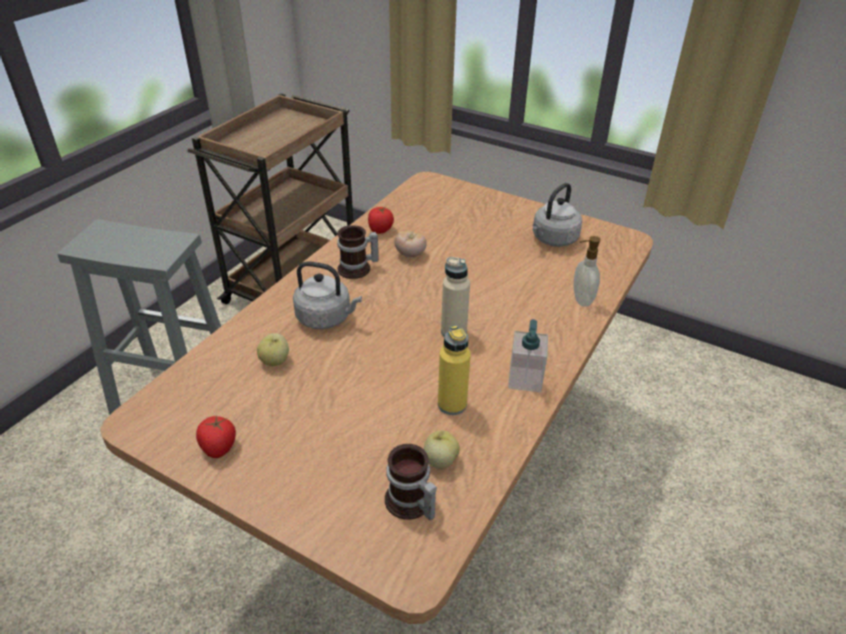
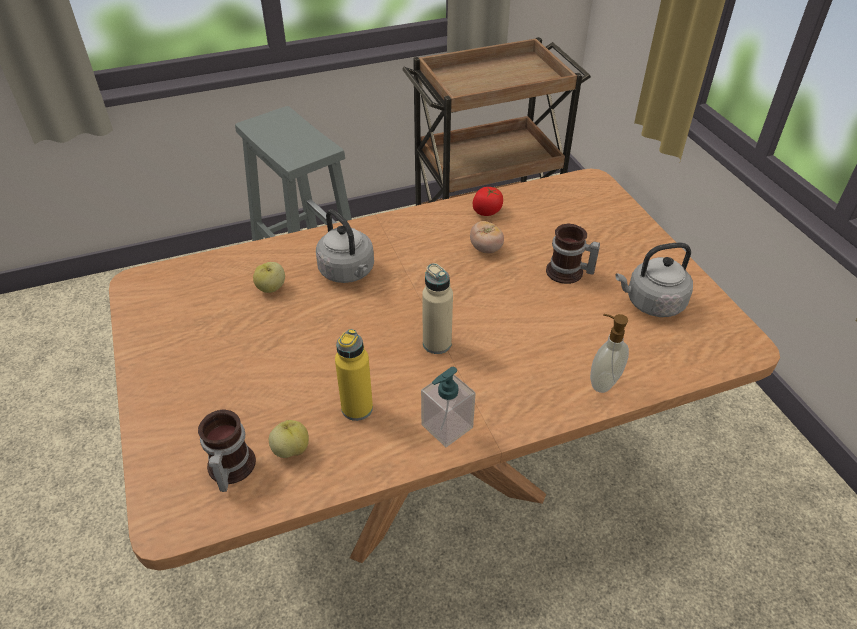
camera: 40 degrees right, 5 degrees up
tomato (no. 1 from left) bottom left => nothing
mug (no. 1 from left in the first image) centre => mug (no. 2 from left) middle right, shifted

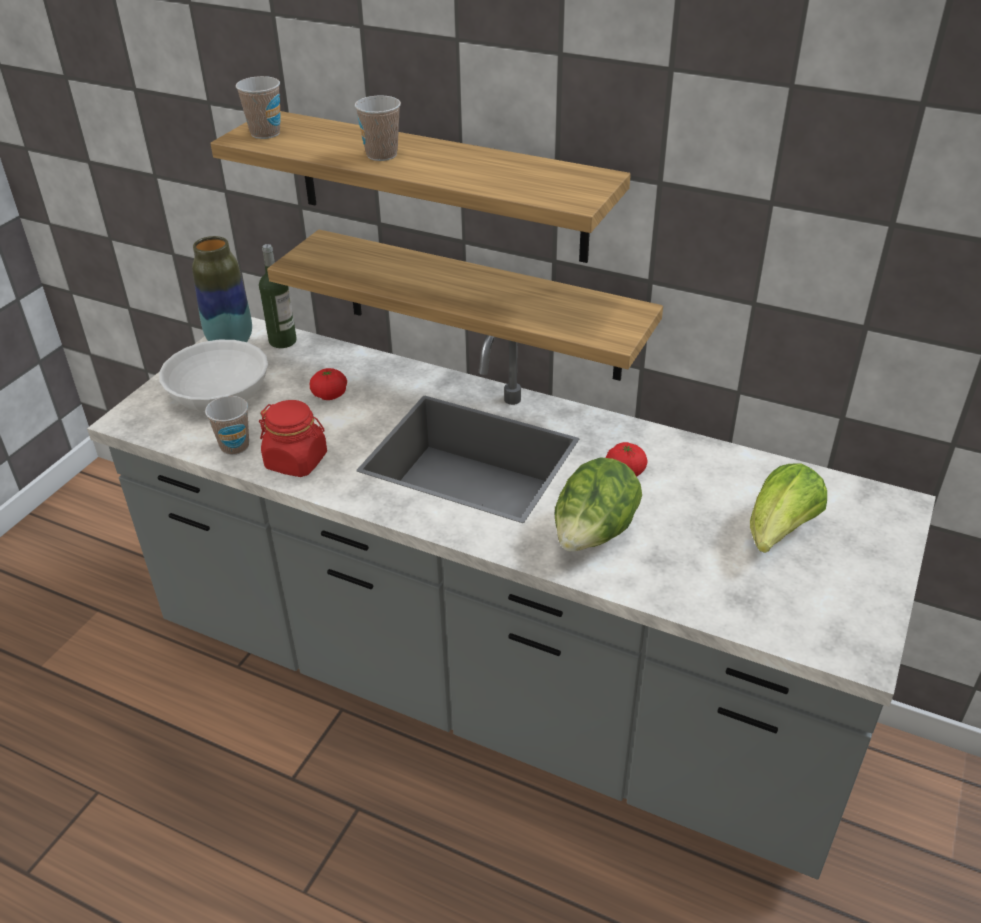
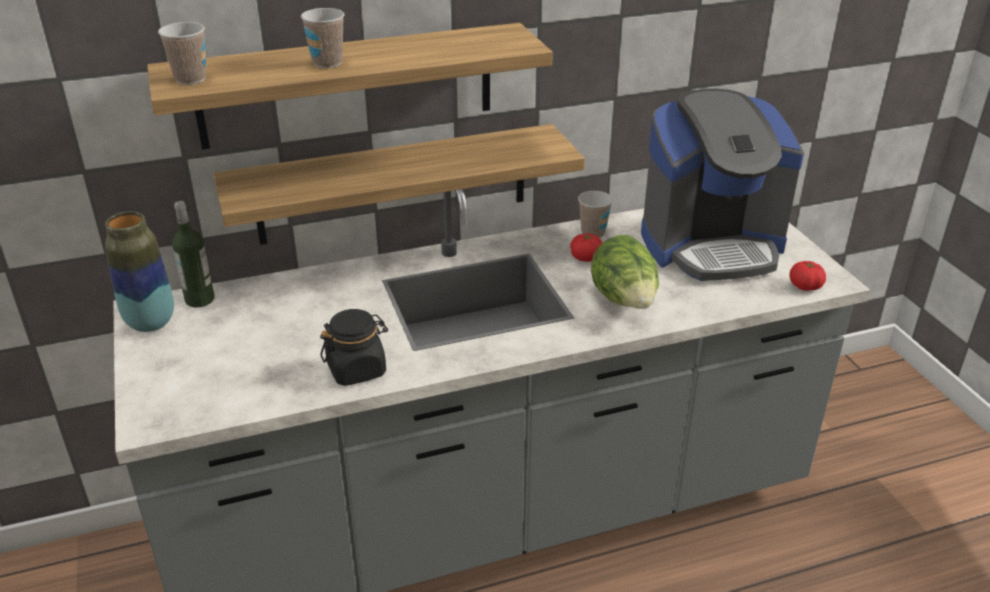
camera: 45 degrees left, 5 degrees down
white bowl middle left => nothing
cup (no. 1 from left in the first image) middle left => cup (no. 3 from left) centre, shifted
red jar middle left => black jar centre
tomato (no. 1 from left in the first image) centre => tomato (no. 2 from left) middle right, shifted
lettuce (no. 2 from left) middle right => coffee machine top right

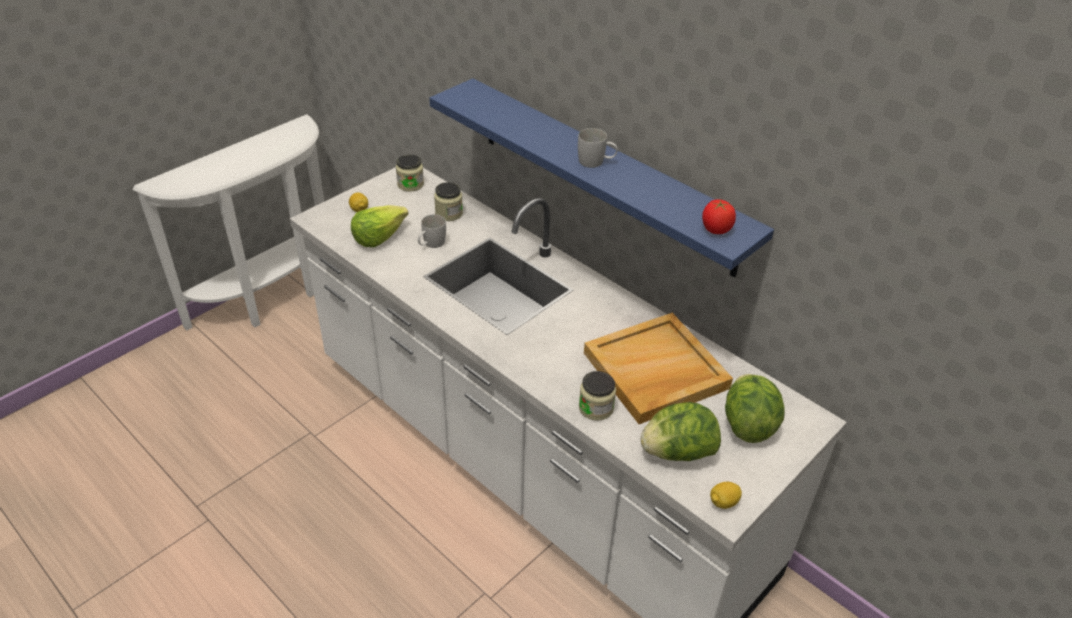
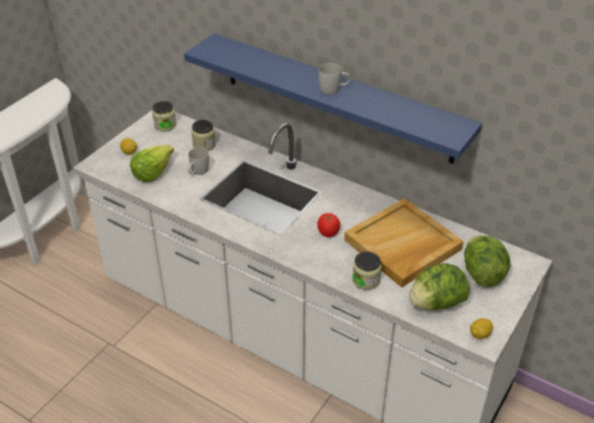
camera: 10 degrees left, 0 degrees up
tomato middle right => tomato centre, shifted

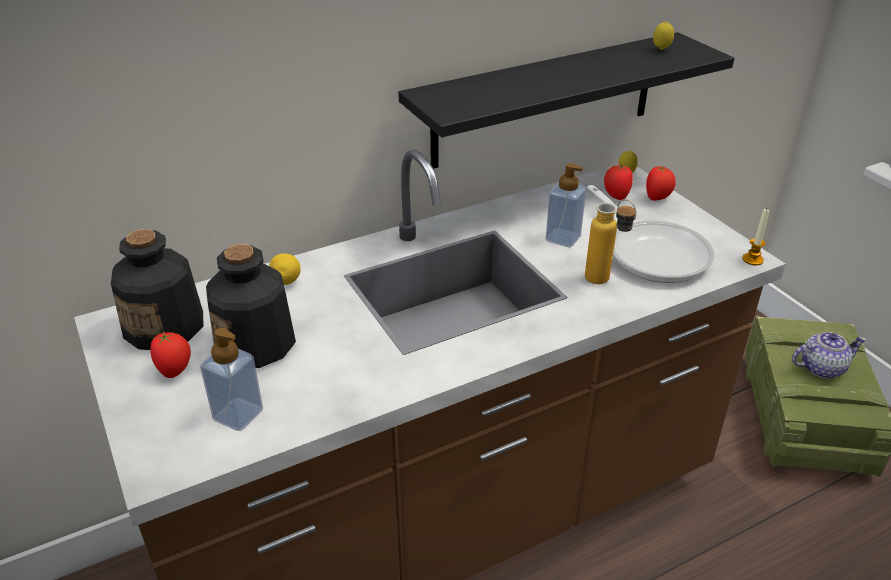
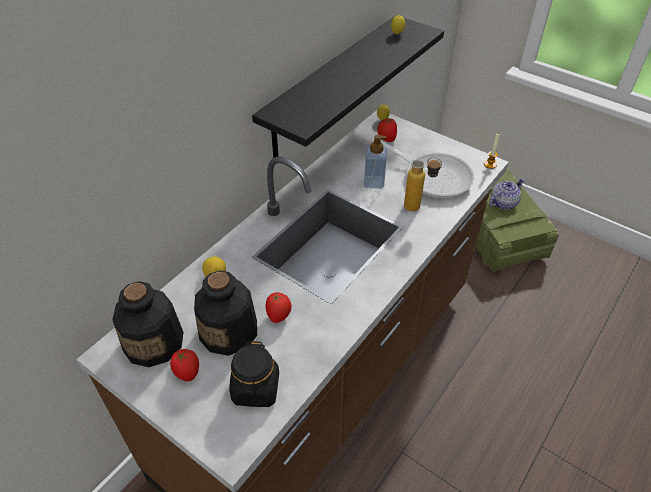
camera: 25 degrees left, 10 degrees up
soap dispenser (no. 1 from left) middle left => black jar bottom centre
tomato (no. 3 from left in the first image) top right => tomato (no. 2 from left) centre, shifted

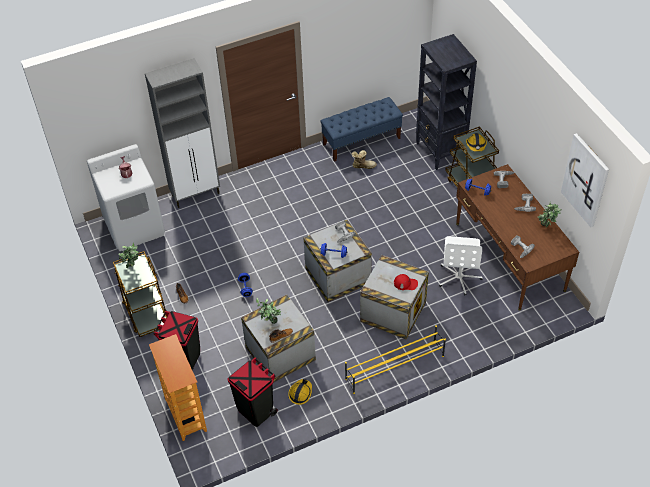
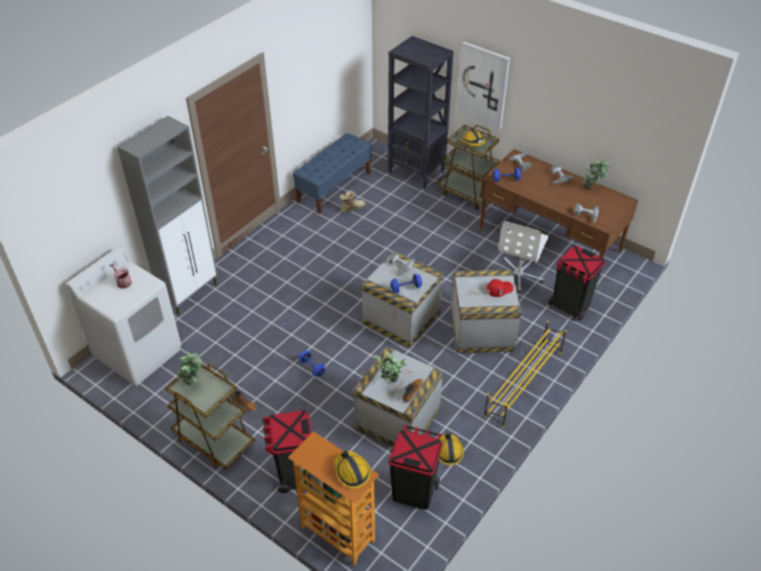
camera: 30 degrees left, 5 degrees down
white office chair middle right, 45 degrees clockwise
picture middle right => picture top centre, shifted
nothing => hard hat (no. 1 from left) bottom centre
nothing => black trash can (no. 3 from left) middle right

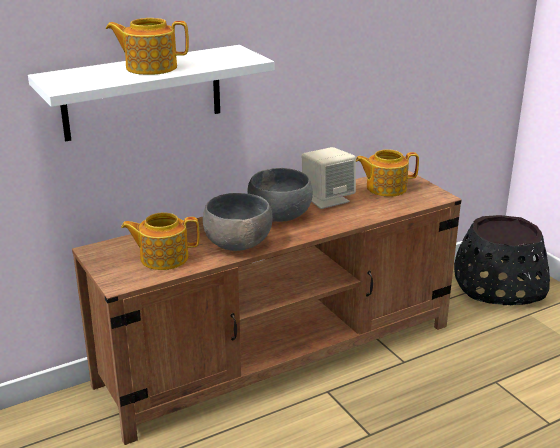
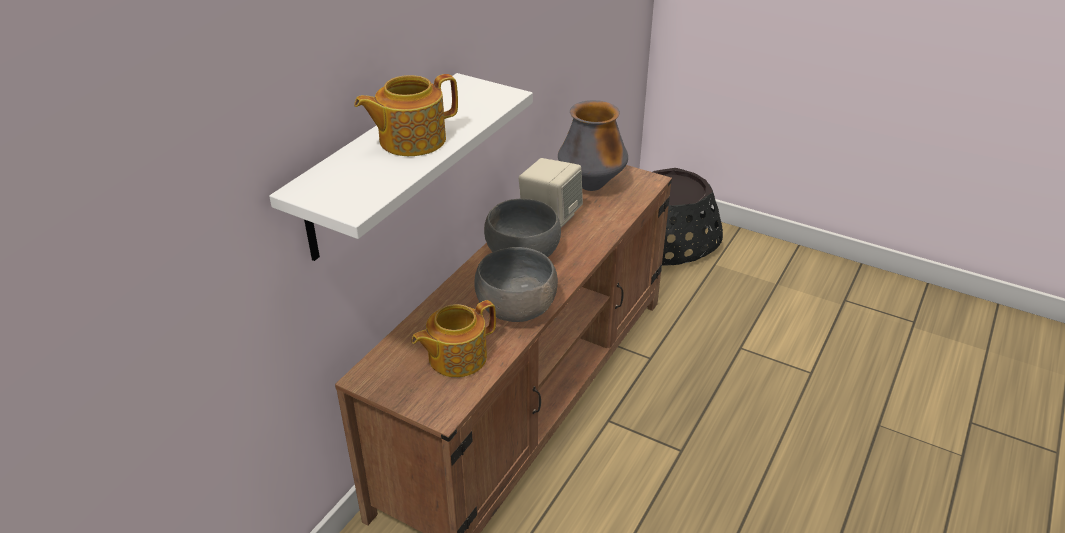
camera: 30 degrees left, 10 degrees up
teapot (no. 3 from left) middle right => vase top centre

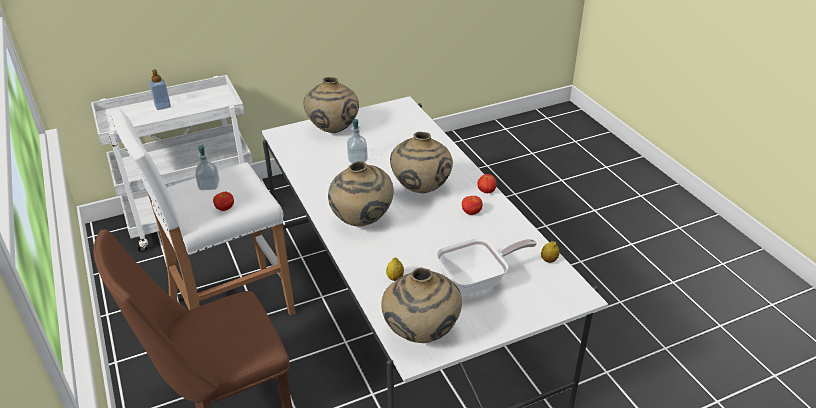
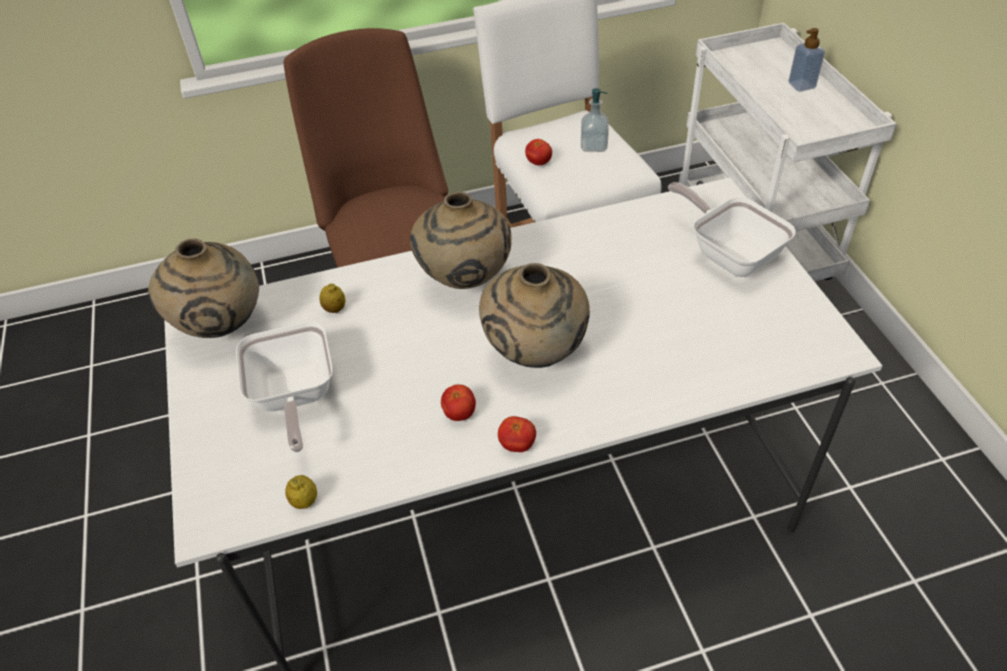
camera: 100 degrees right, 10 degrees up
beige vase (no. 1 from left) top centre => frying pan (no. 2 from left) middle right
soap dispenser (no. 3 from left) centre => nothing

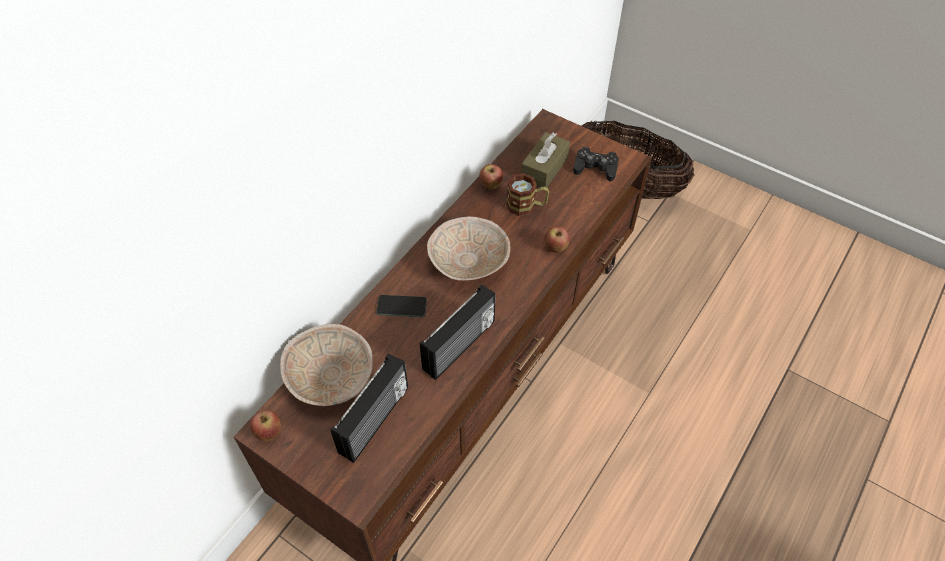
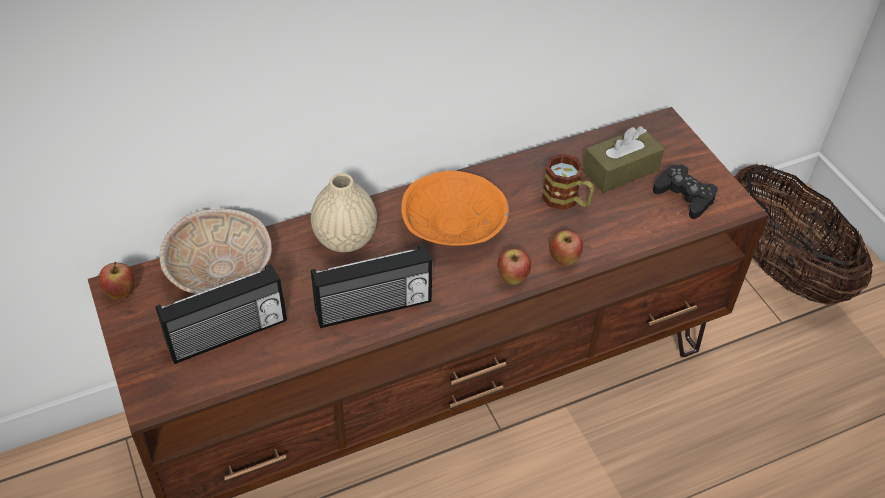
camera: 30 degrees right, 5 degrees down
phone centre => beige vase centre
beige bowl (no. 2 from left) centre => orange bowl centre
apple (no. 2 from left) top centre => apple (no. 2 from left) centre, shifted

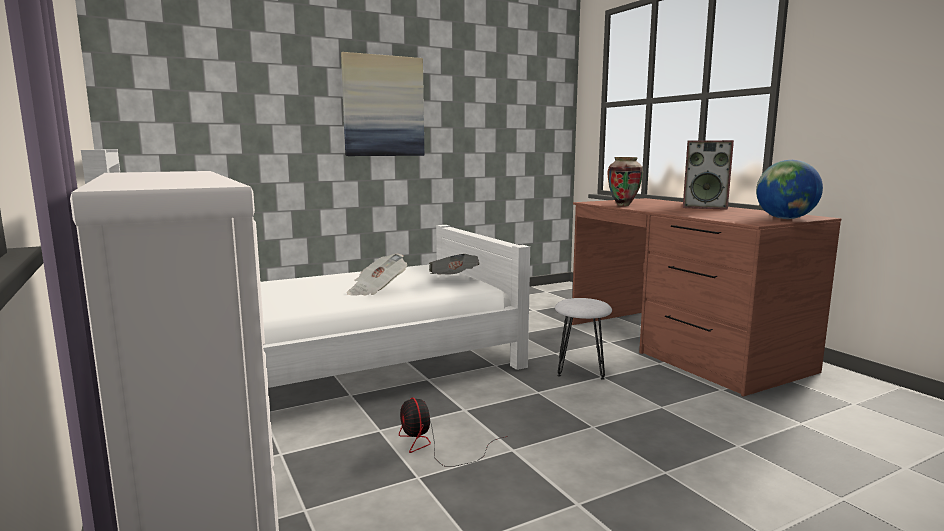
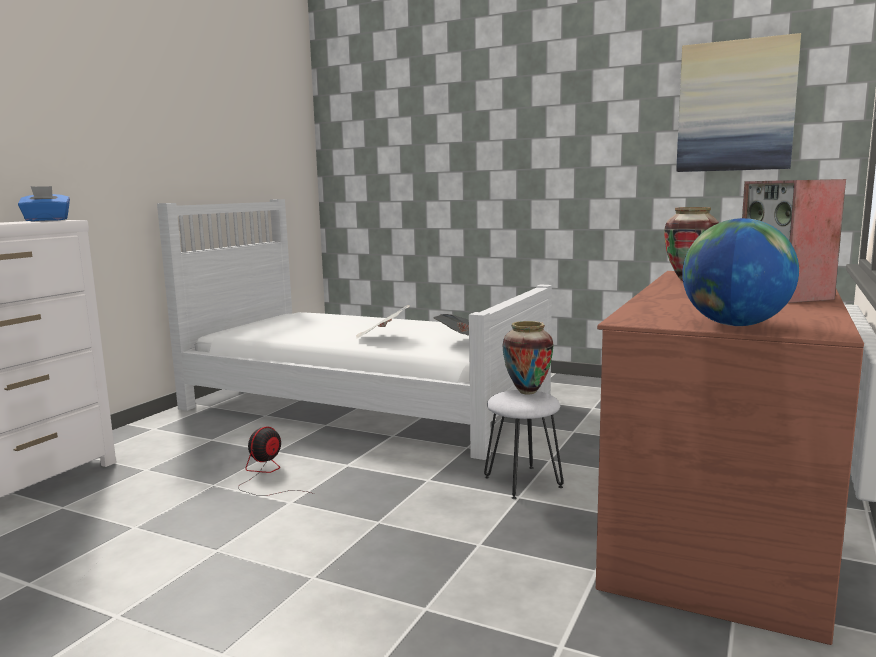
camera: 55 degrees right, 0 degrees up
picture top centre => picture top right, shifted
nothing => blue tissue box top left
nothing => vase (no. 1 from left) centre

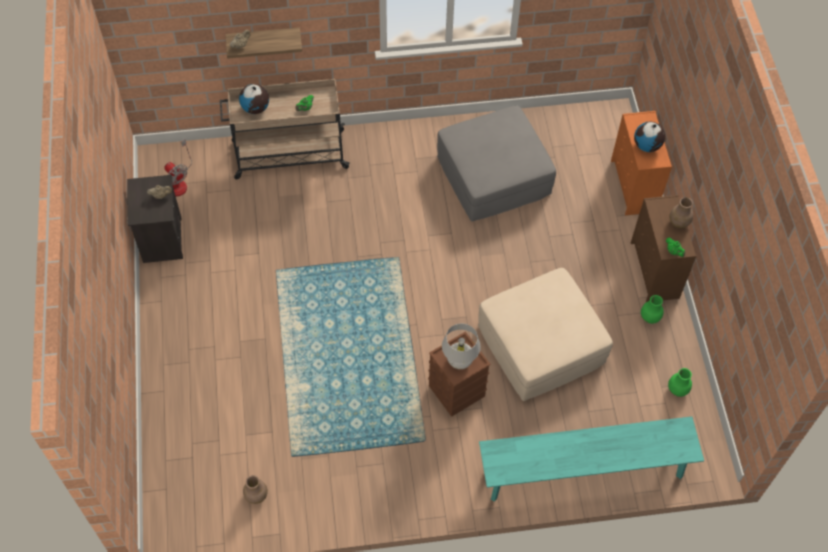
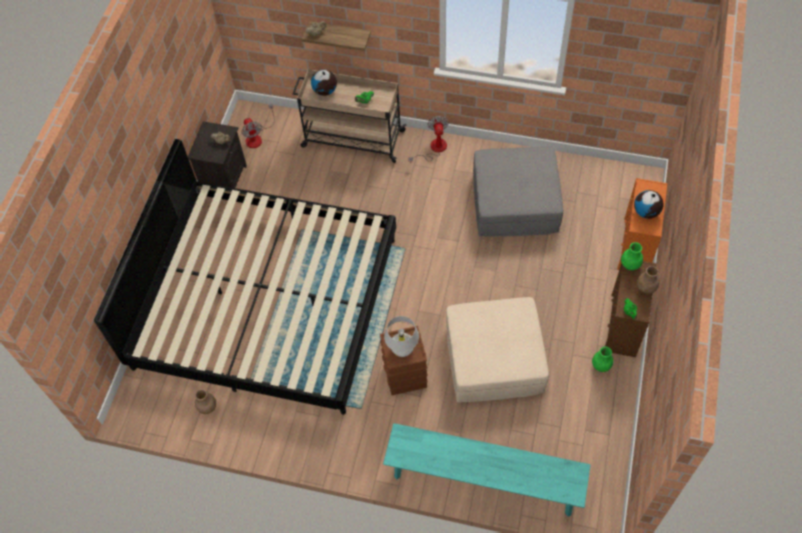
camera: 25 degrees right, 0 degrees up
green vase (no. 2 from left) bottom right => green vase (no. 2 from left) middle right, shifted
nothing => bed middle left
nothing => fan (no. 2 from left) top centre

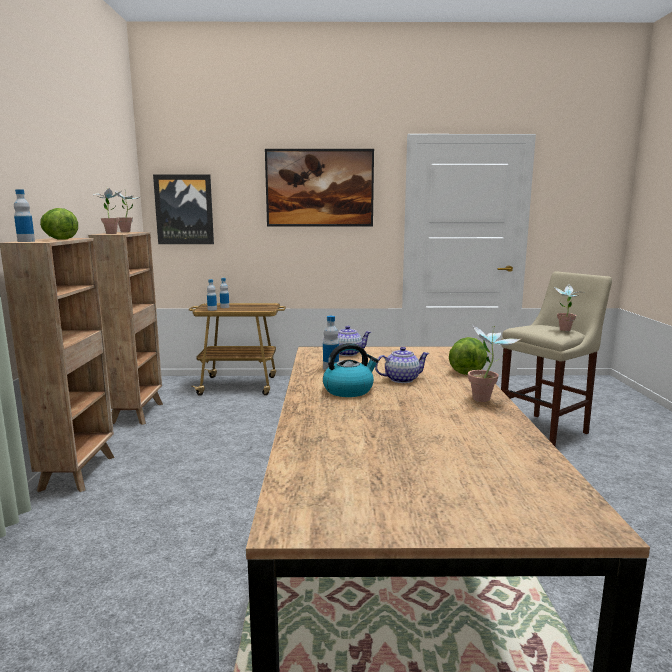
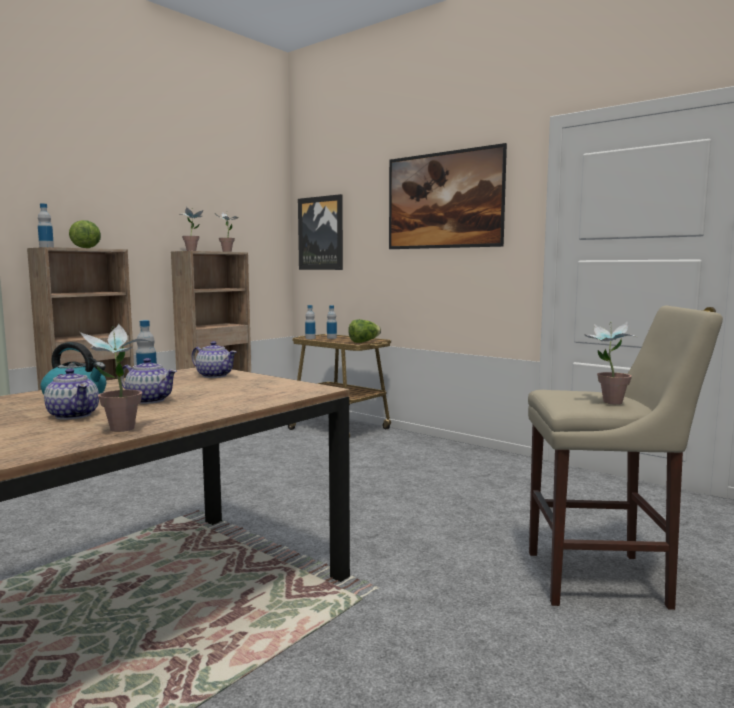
camera: 40 degrees right, 5 degrees down
lettuce (no. 2 from left) middle right => lettuce (no. 2 from left) centre, shifted
nothing => teapot (no. 1 from left) middle left

